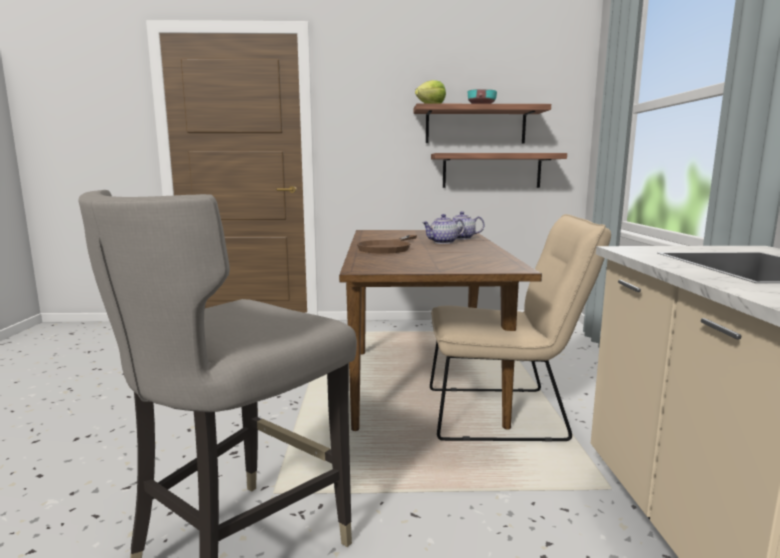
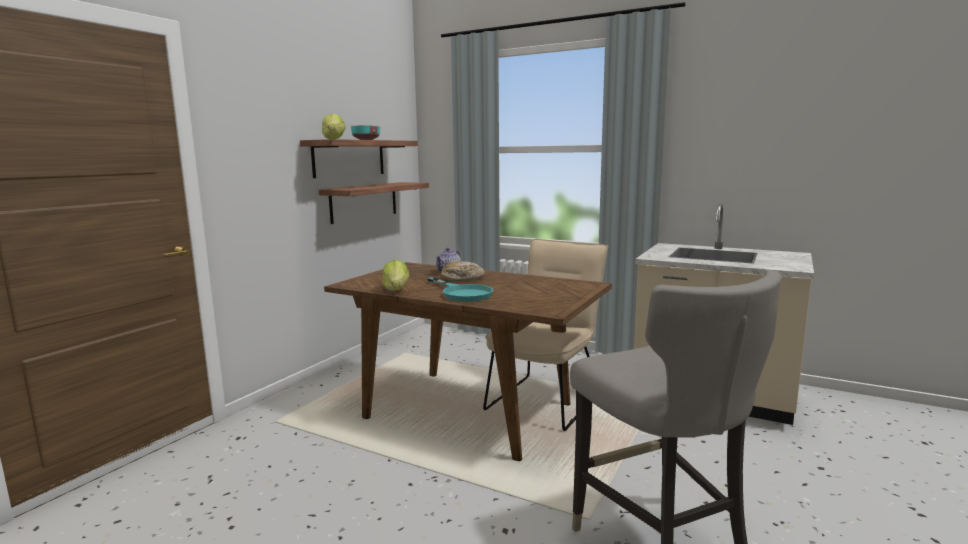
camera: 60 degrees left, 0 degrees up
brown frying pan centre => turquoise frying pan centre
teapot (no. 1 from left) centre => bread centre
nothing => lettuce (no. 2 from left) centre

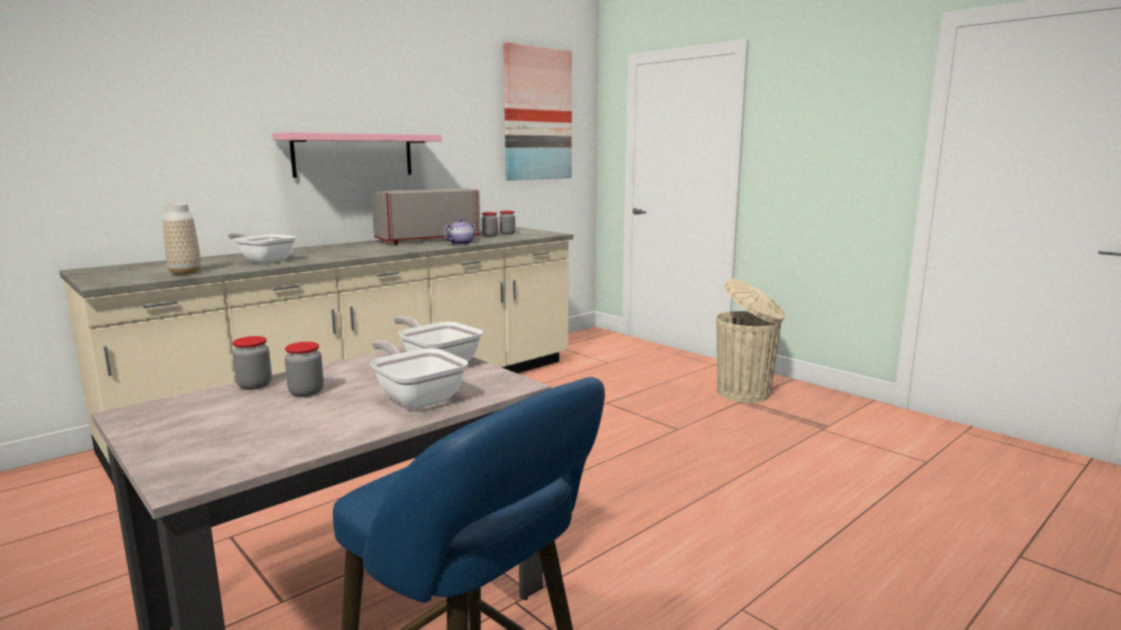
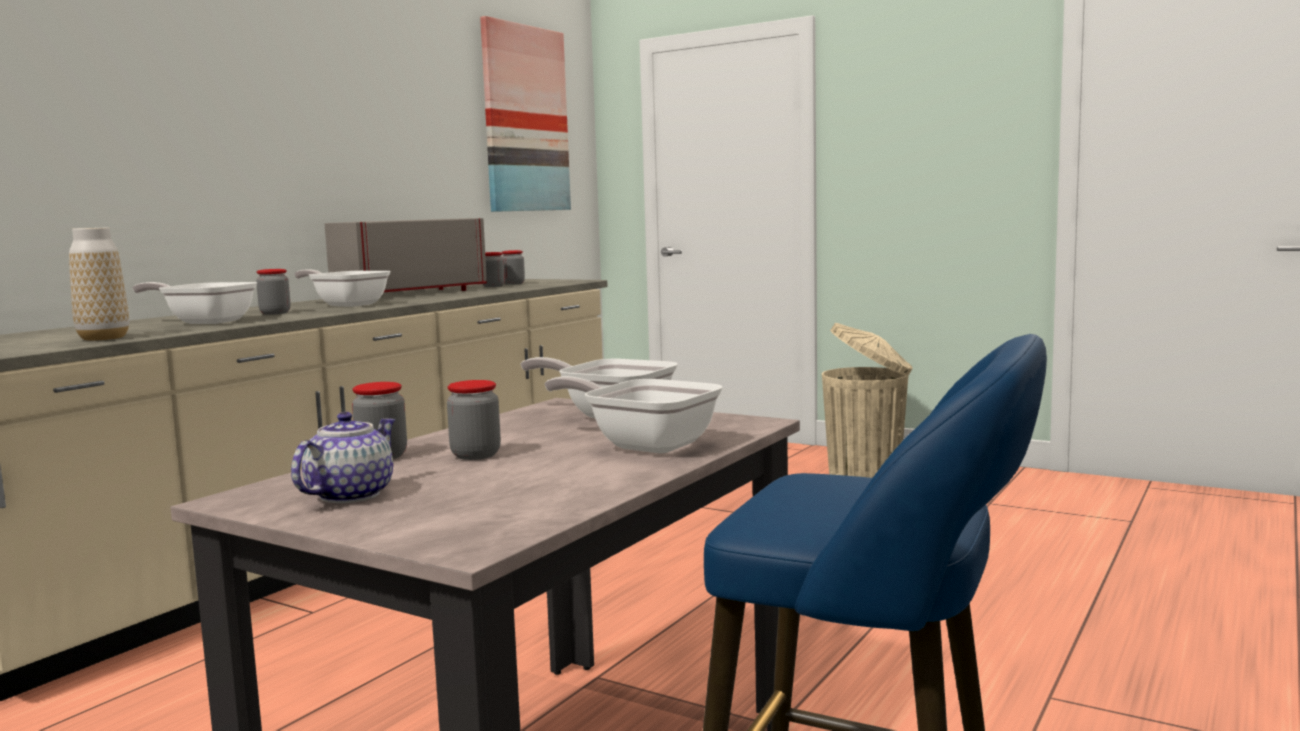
camera: 15 degrees left, 5 degrees down
pink shelf top left => nothing
teapot centre => teapot middle left, shifted
nothing => jar (no. 1 from left) middle left
nothing => frying pan (no. 2 from left) middle left

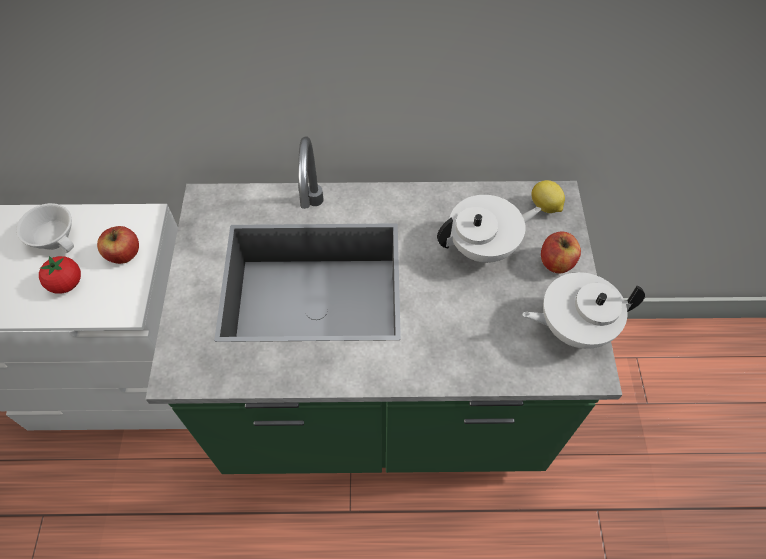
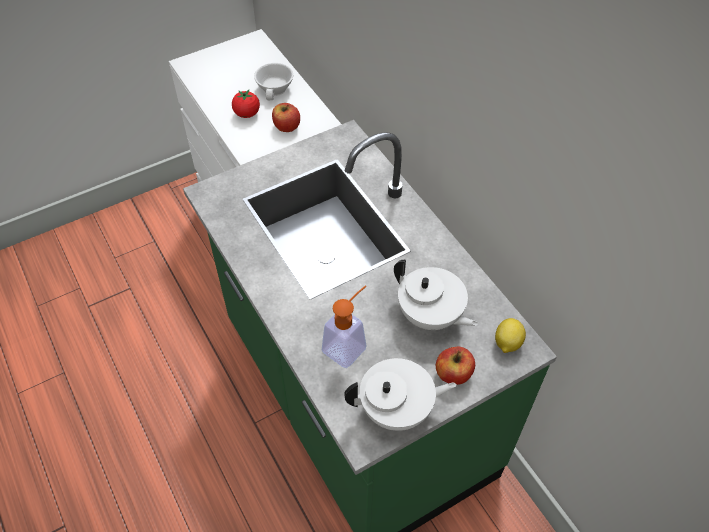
camera: 60 degrees right, 5 degrees down
white teapot (no. 2 from left in the first image) middle right => white teapot (no. 1 from left) bottom centre, 120 degrees clockwise
nothing => soap dispenser centre

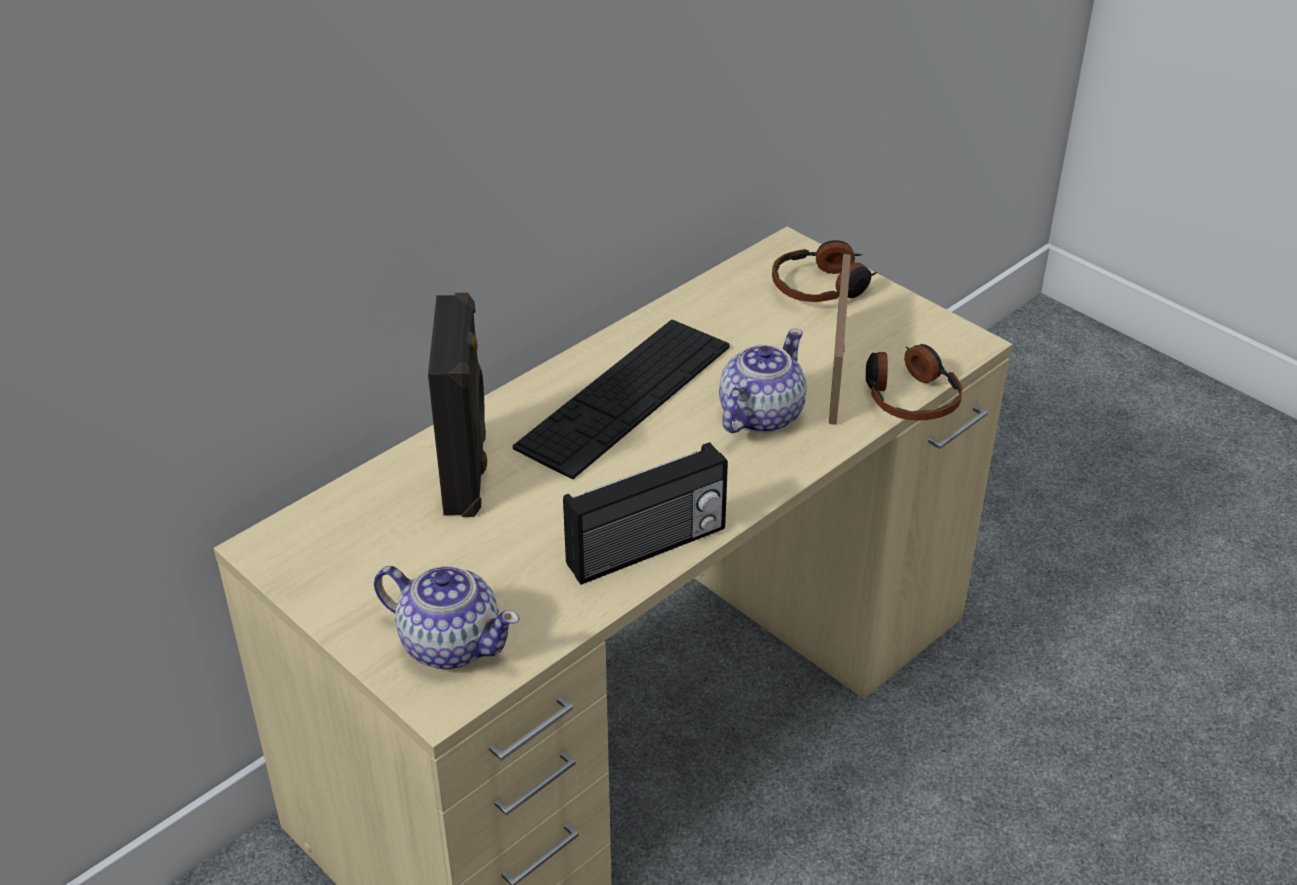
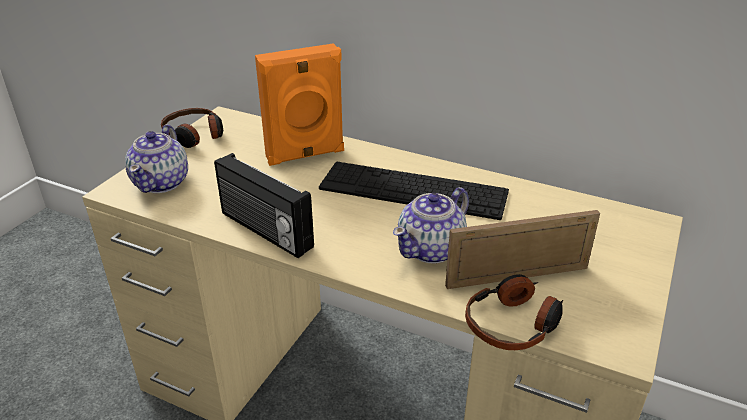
camera: 70 degrees right, 5 degrees down
black speaker centre => orange speaker top centre
teapot (no. 2 from left) centre, 120 degrees clockwise
headphones (no. 1 from left) top centre => headphones (no. 1 from left) top left, shifted

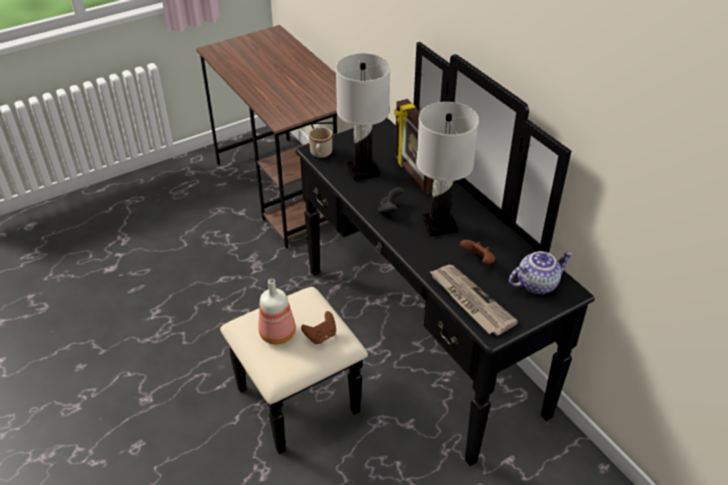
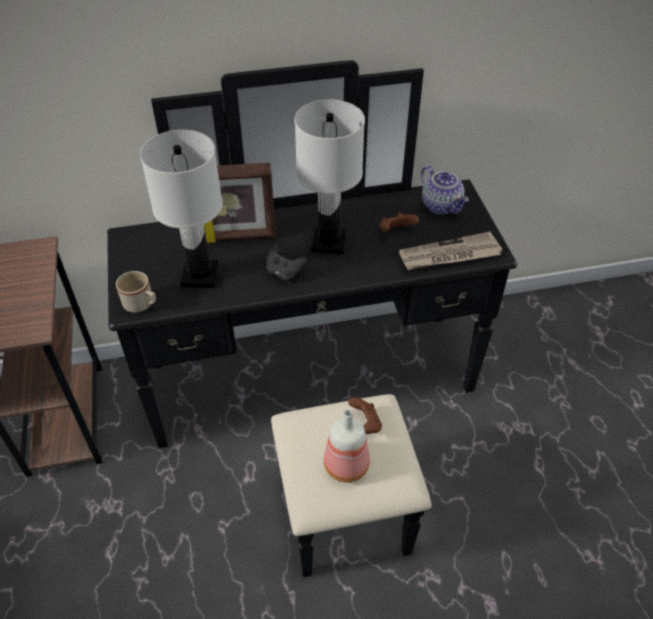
camera: 70 degrees left, 5 degrees up
teapot middle right => teapot top right, 150 degrees clockwise

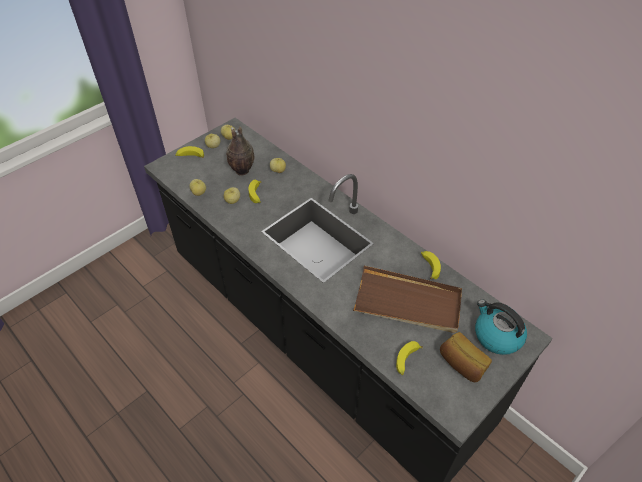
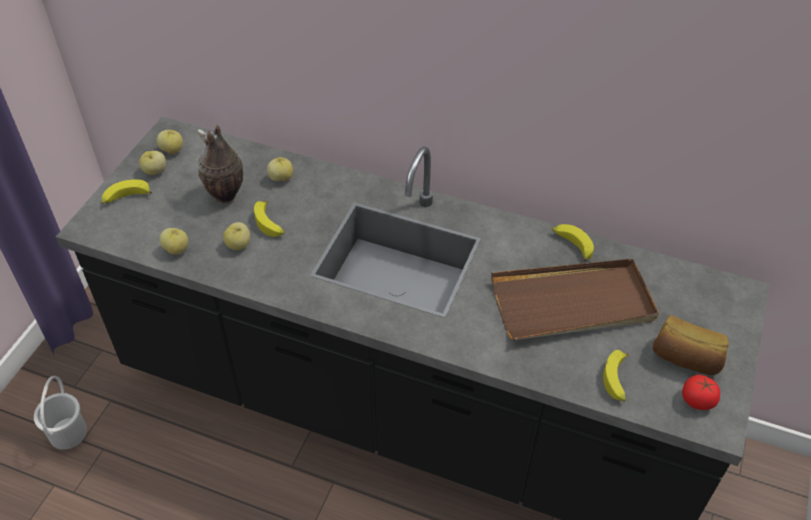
camera: 25 degrees left, 0 degrees up
kettle bottom right => nothing
nothing => white bucket bottom left
nothing => tomato bottom right

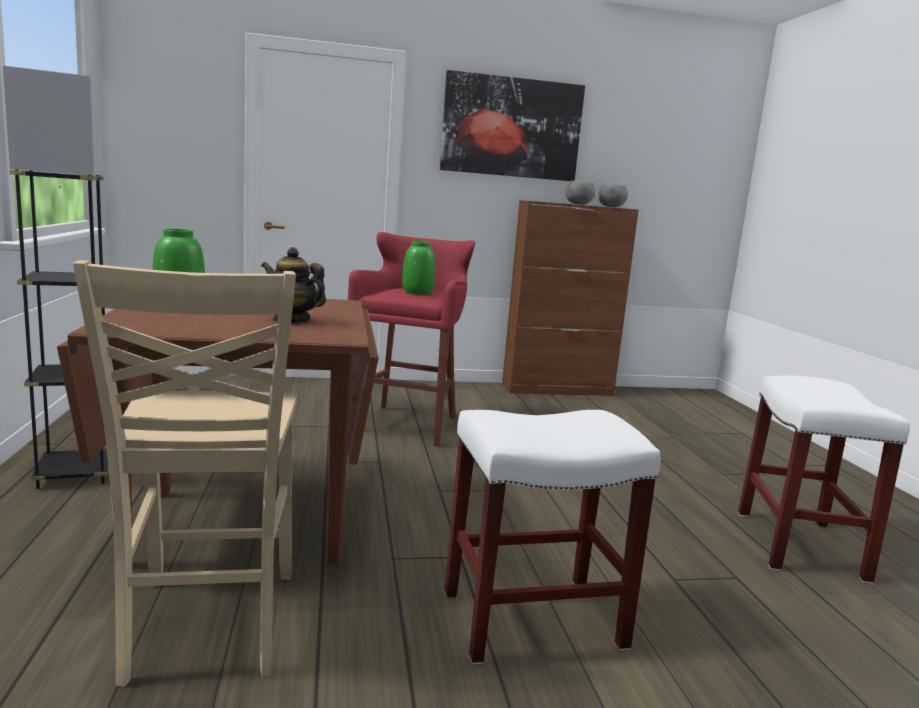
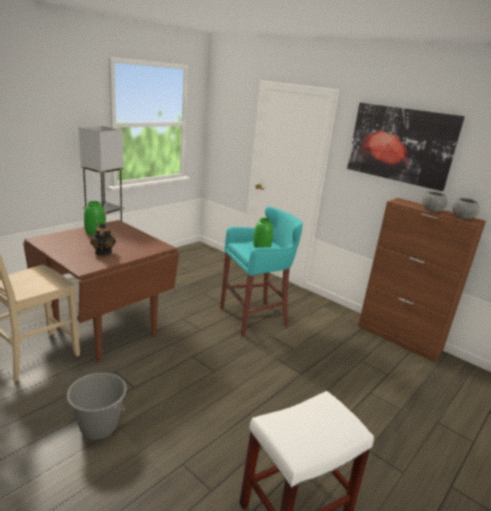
camera: 50 degrees right, 10 degrees up
red stool centre => turquoise stool centre
white stool (no. 1 from left) bottom centre => grey bucket bottom left

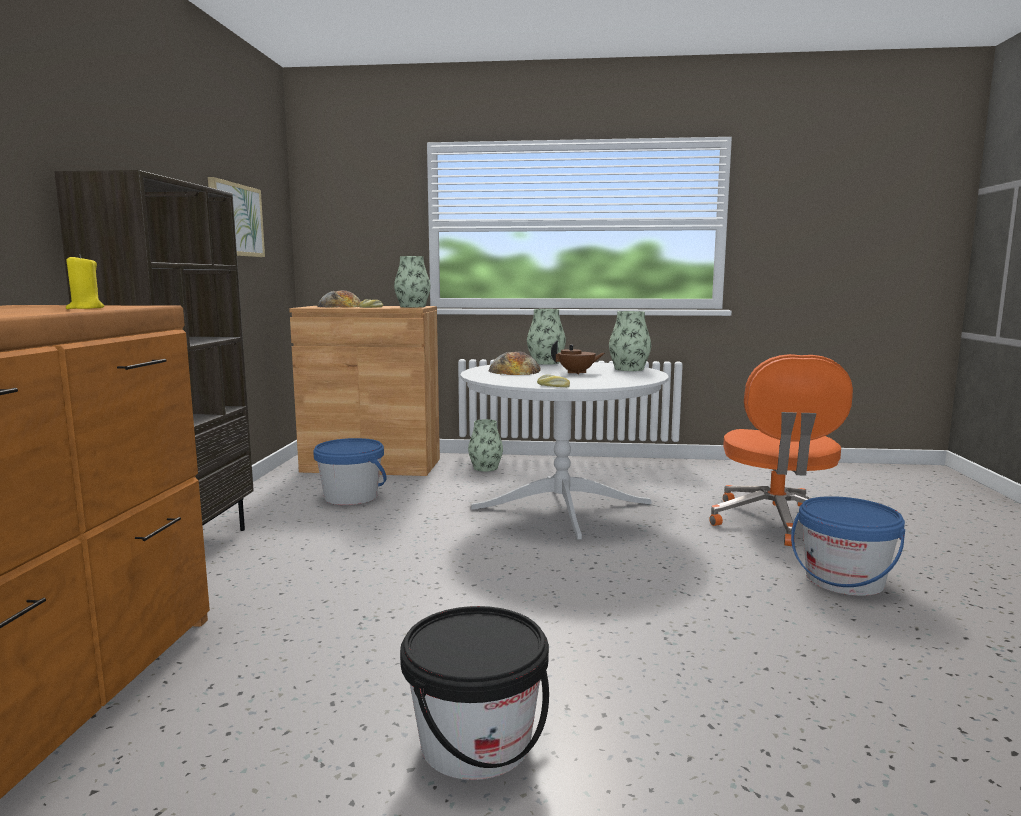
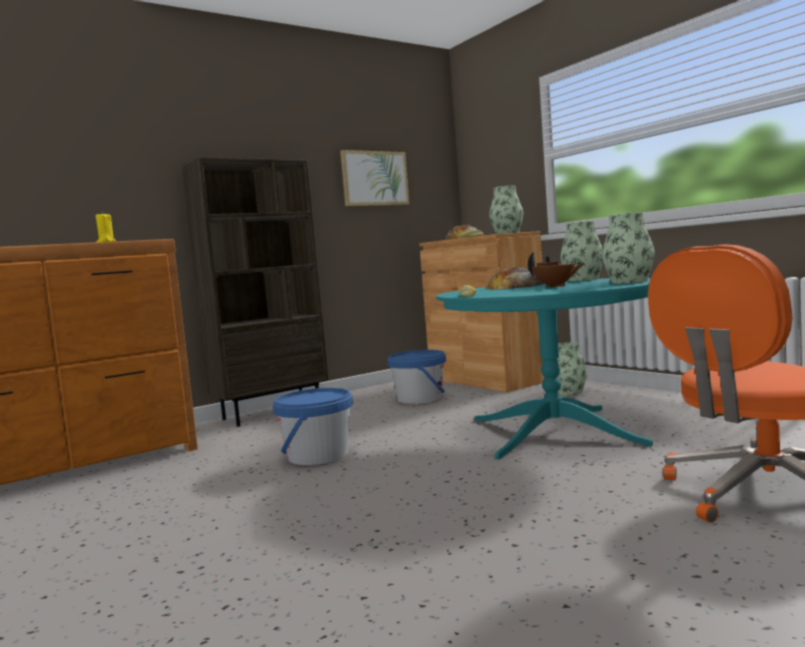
camera: 50 degrees right, 5 degrees down
black bucket bottom centre => nothing
white dining table centre => turquoise dining table middle right
blue bucket (no. 2 from left in the first image) bottom right => blue bucket (no. 1 from left) centre, shifted

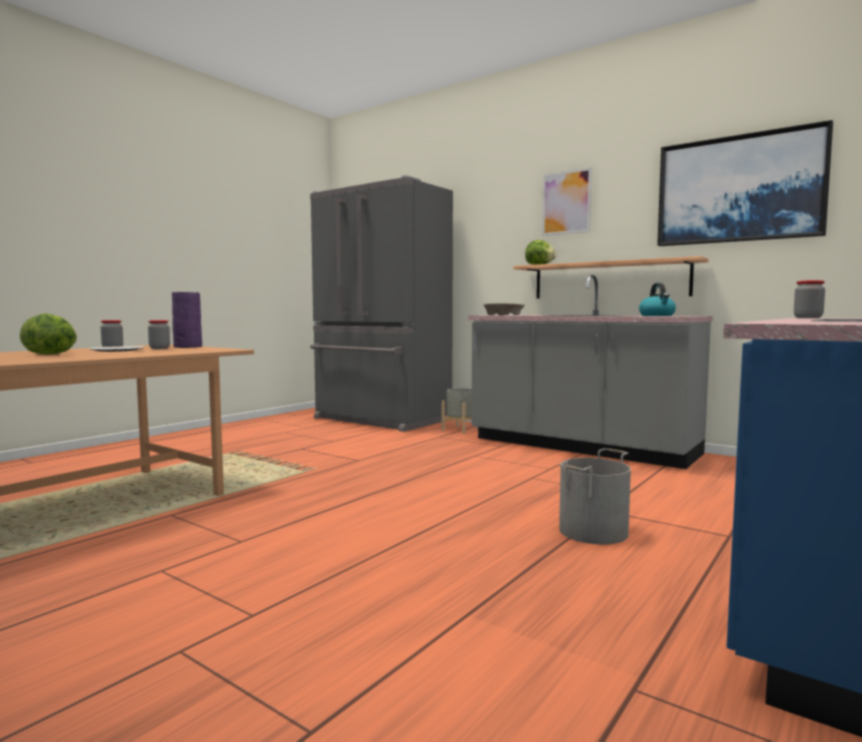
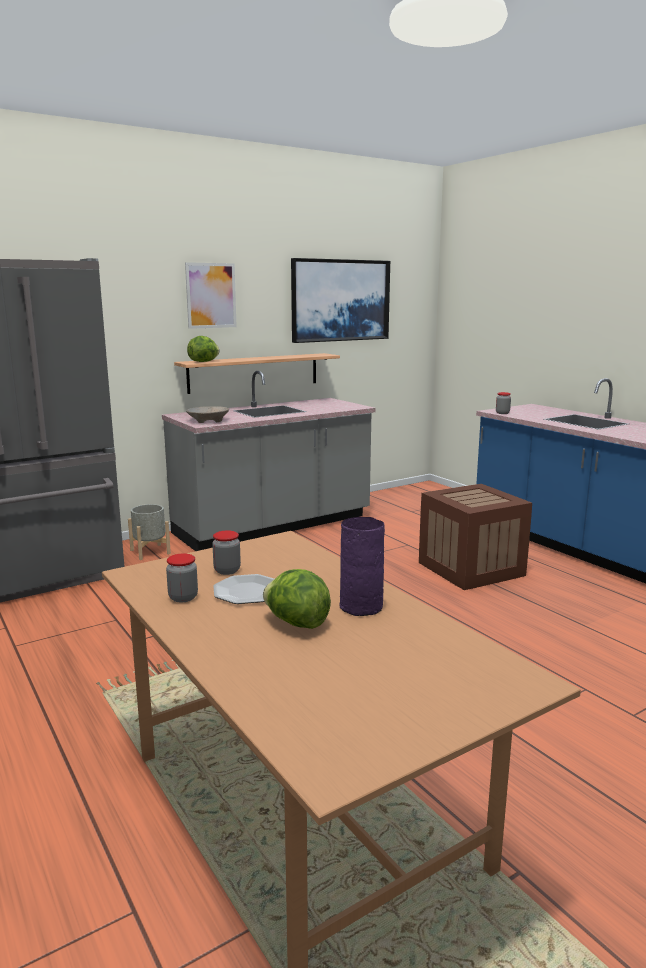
camera: 70 degrees left, 10 degrees up
purple vase middle left => purple vase centre, shifted
grey bucket bottom right => crate middle right
kettle middle right => nothing

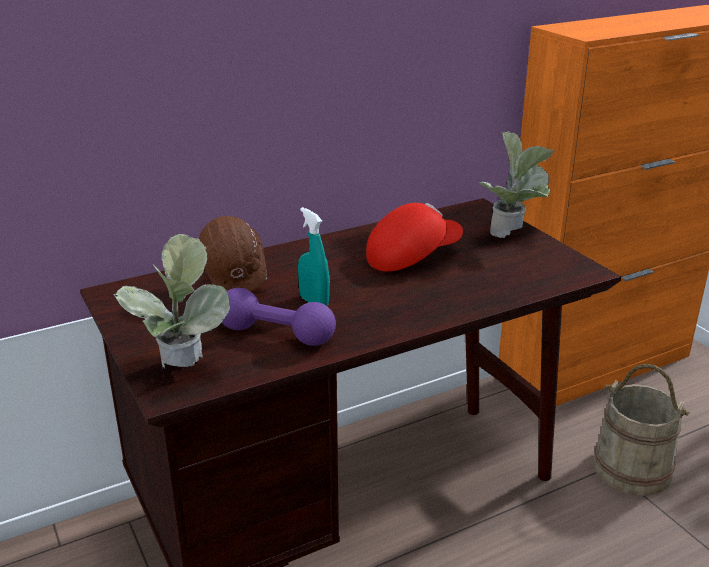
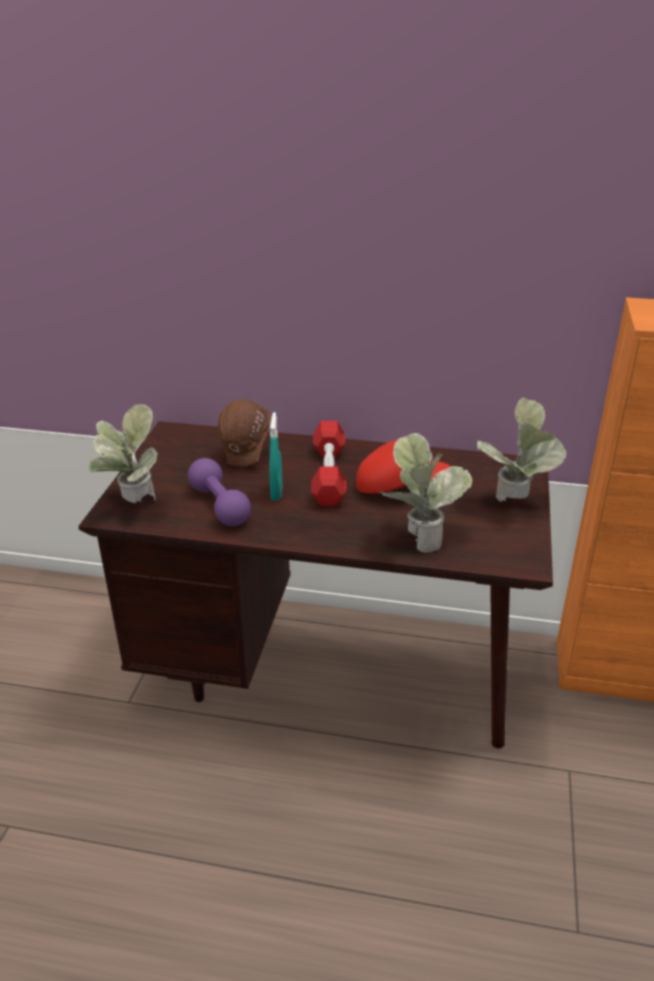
camera: 40 degrees right, 5 degrees up
beige bucket bottom right => nothing
nothing => red dumbbell centre
nothing => potted plant (no. 2 from left) centre

